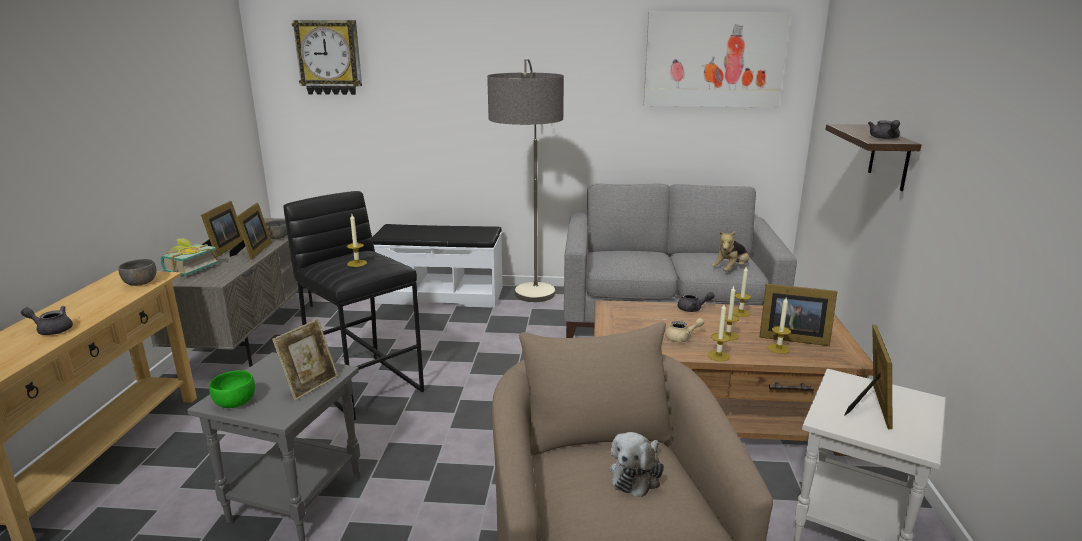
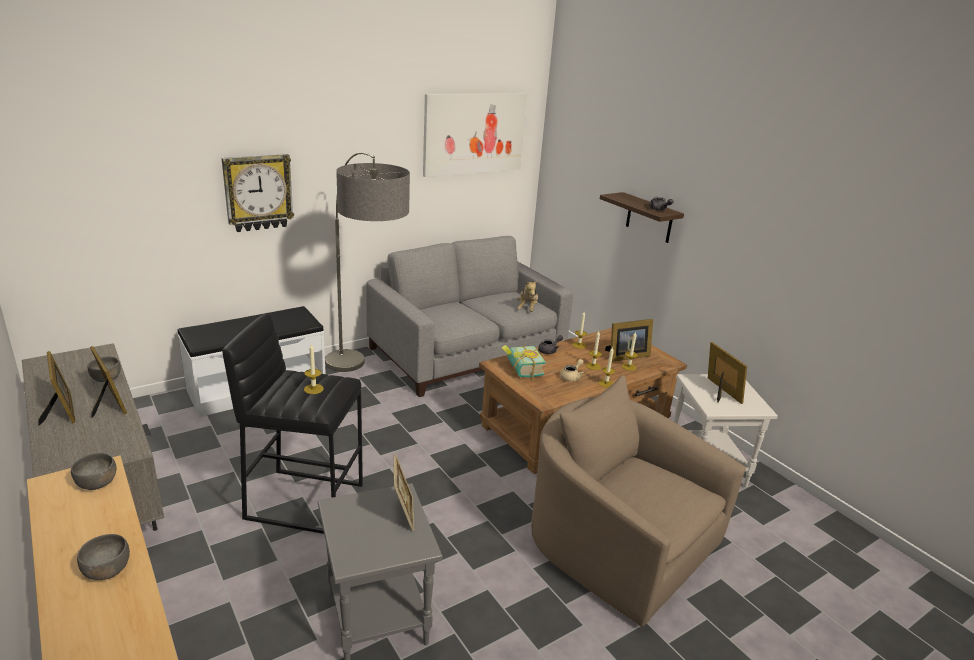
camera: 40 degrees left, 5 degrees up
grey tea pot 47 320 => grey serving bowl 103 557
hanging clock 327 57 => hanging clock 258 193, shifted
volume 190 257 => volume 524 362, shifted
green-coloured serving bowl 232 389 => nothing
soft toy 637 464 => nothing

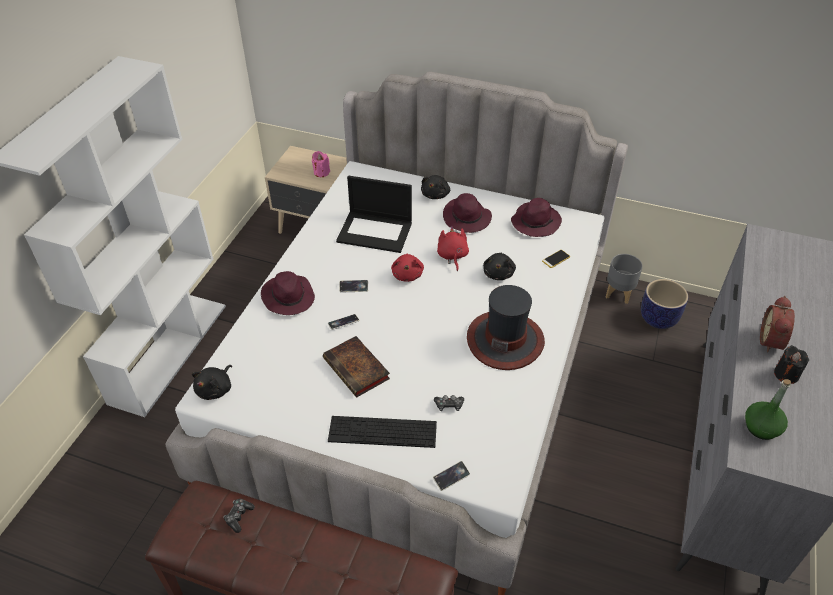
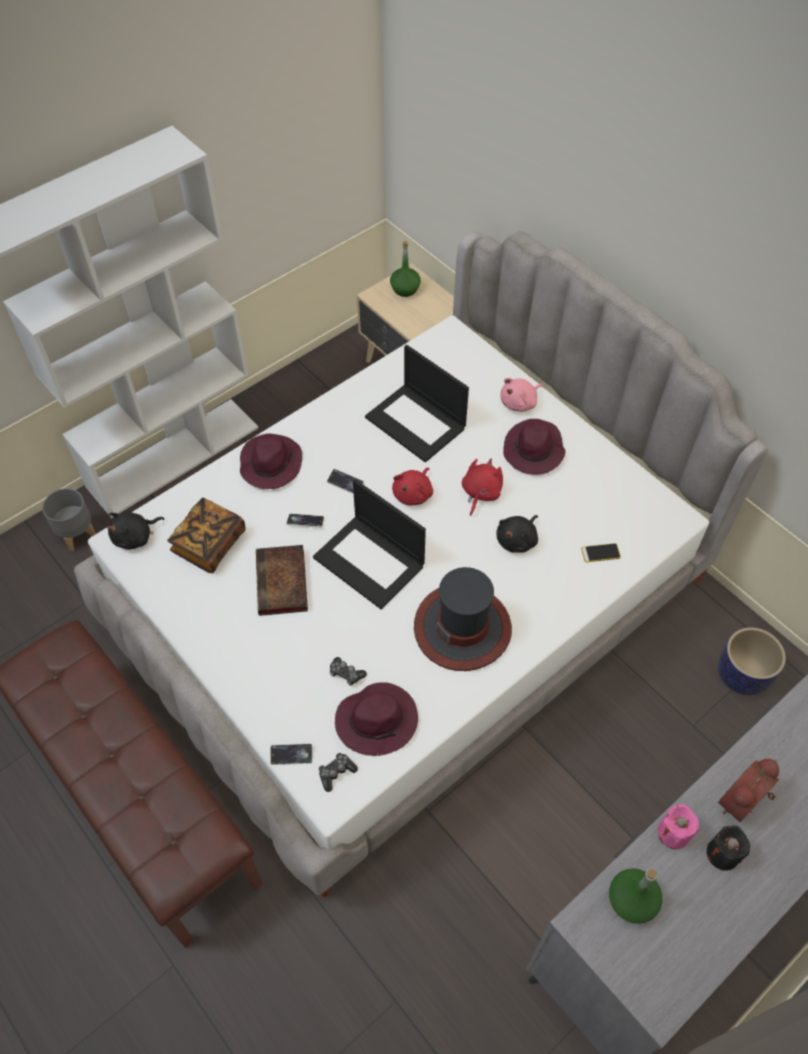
camera: 30 degrees right, 10 degrees up
grey planter 624 279 => grey planter 69 519, shifted
nothing => volume 206 535
nothing => laptop 369 544
joypad 239 516 => joypad 338 772, shifted
purplish hat 536 217 => purplish hat 376 719, shifted
nothing => green-coloured bottle 405 269
black-coloured soft toy 435 187 => pinkish soft toy 521 395
pinkish wax candle 321 164 => pinkish wax candle 678 826, shifted
keyboard 382 432 => nothing

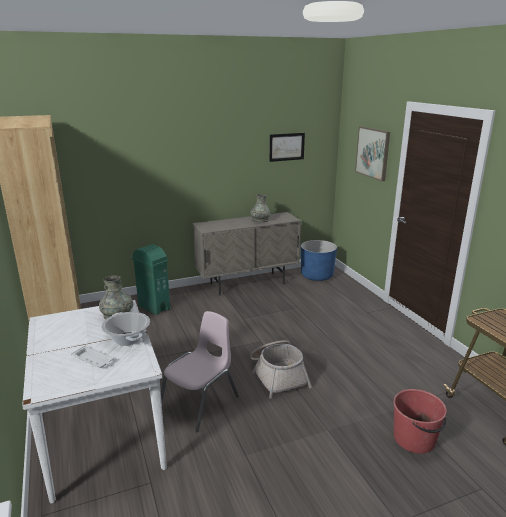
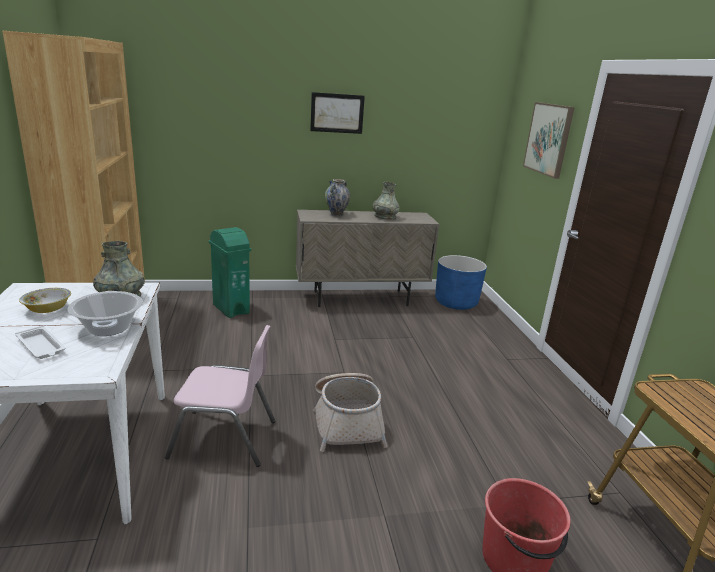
camera: 10 degrees right, 0 degrees up
nothing => serving bowl 45 300
pinkish plain chair 200 371 => pinkish plain chair 220 396, 45 degrees clockwise
wall picture 287 147 => wall picture 337 113, shifted
nothing => flower vase 337 197

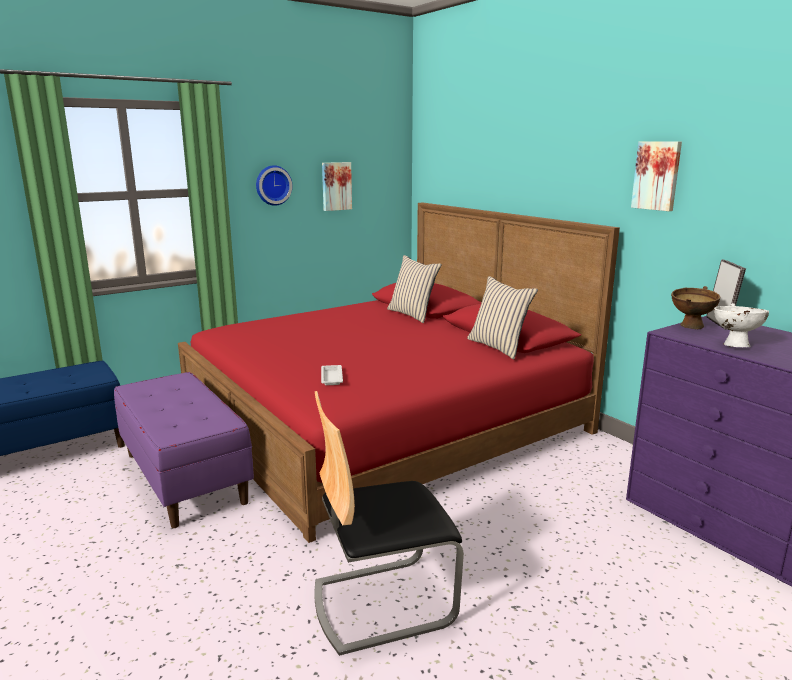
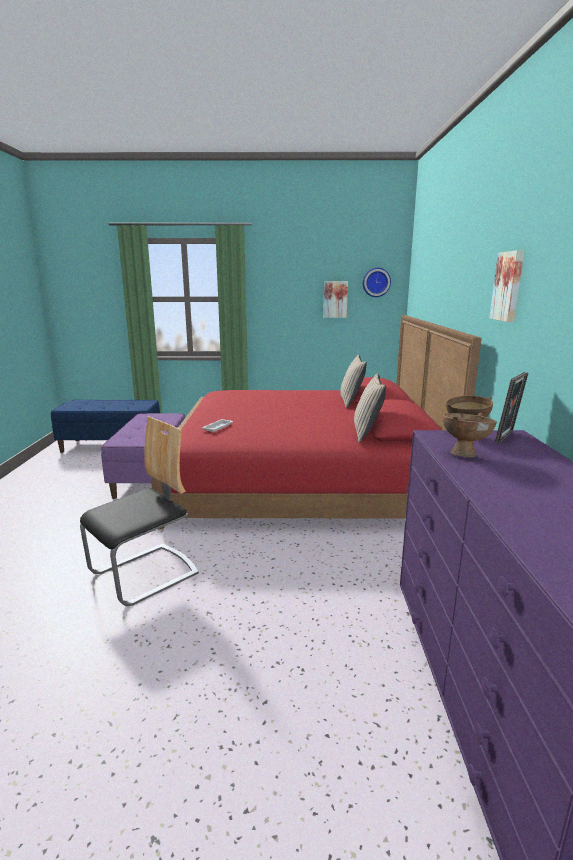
camera: 35 degrees right, 0 degrees up
plain chair 389 523 => plain chair 139 511, 120 degrees clockwise
hanging clock 274 185 => hanging clock 377 282, shifted
whitish serving bowl 741 325 => brown serving bowl 470 435

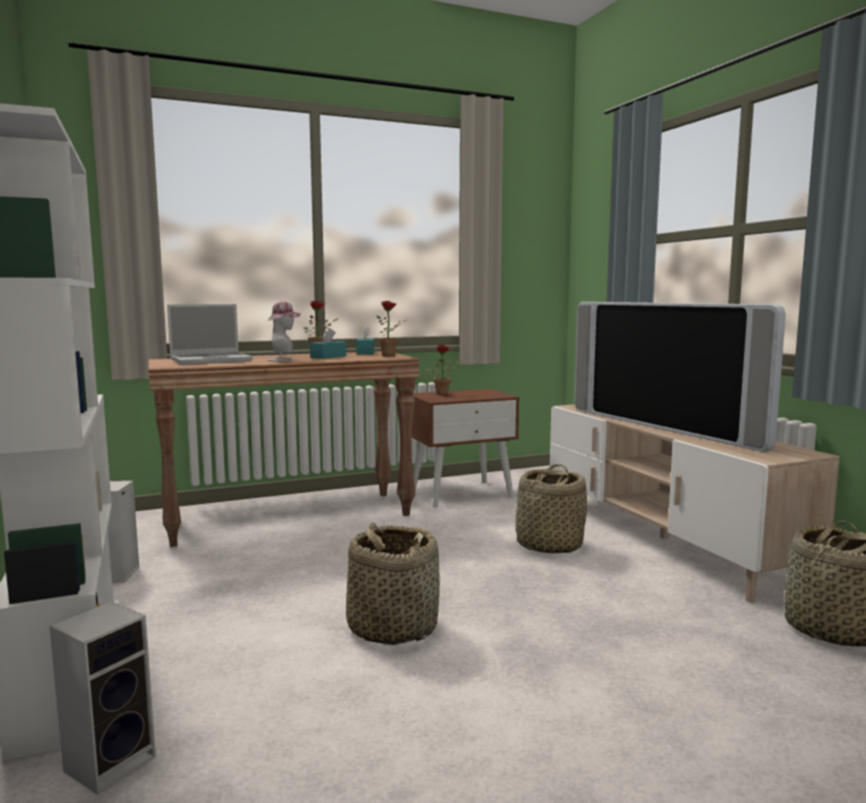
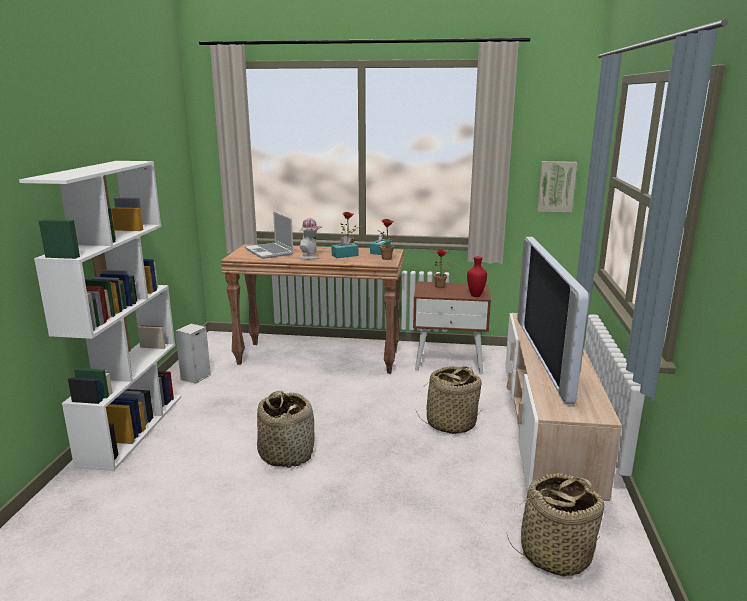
camera: 30 degrees right, 10 degrees up
laptop 210 334 => laptop 269 235, 60 degrees clockwise
nothing => reddish flower vase 477 276
nothing => wall picture 557 186
loudspeaker 102 698 => nothing

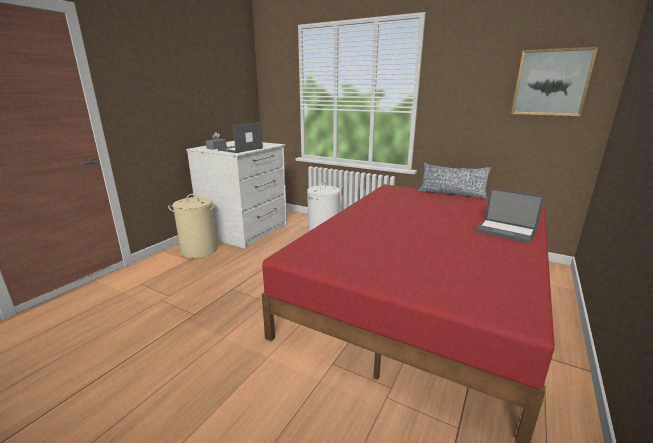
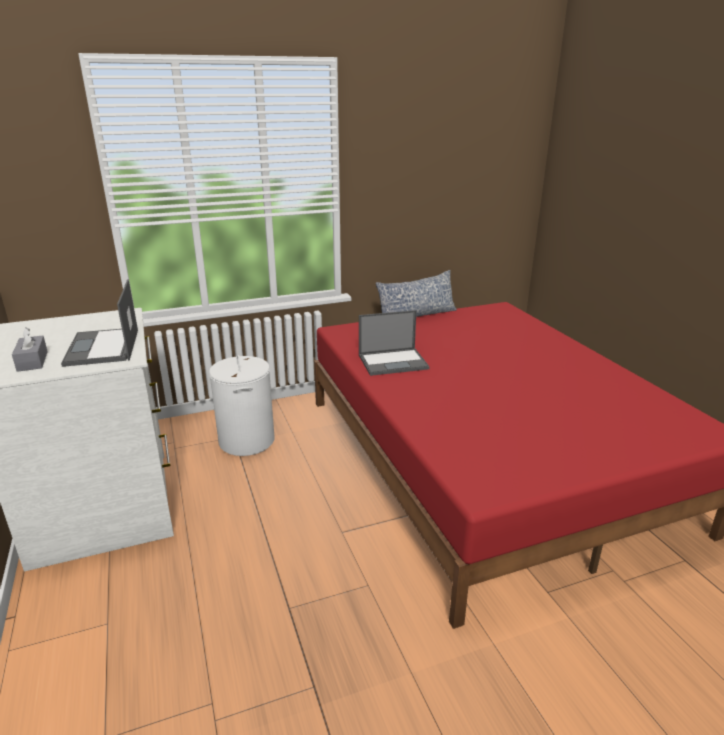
camera: 50 degrees left, 5 degrees up
laptop 509 216 => laptop 394 343, shifted
beige washing basket 192 226 => nothing
wall picture 554 81 => nothing

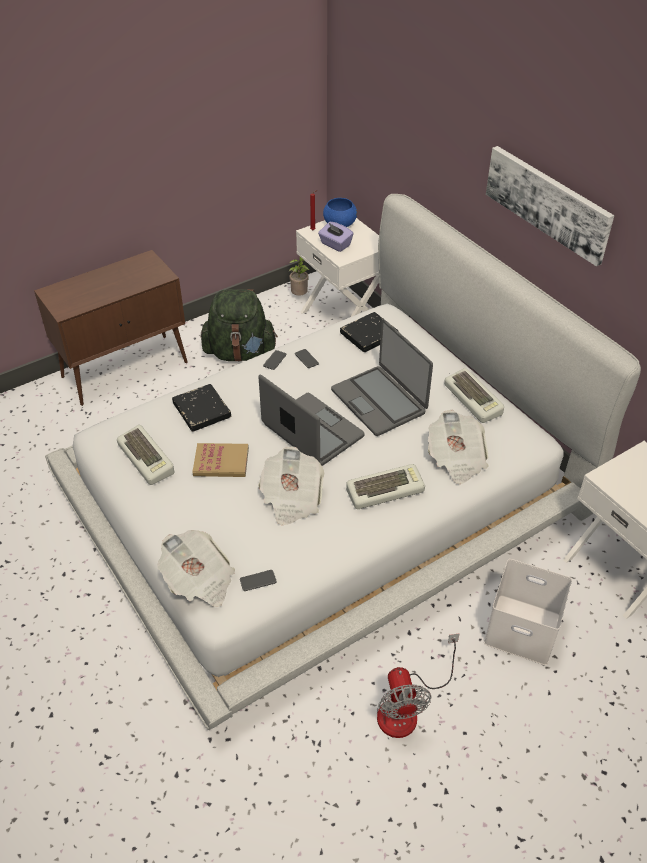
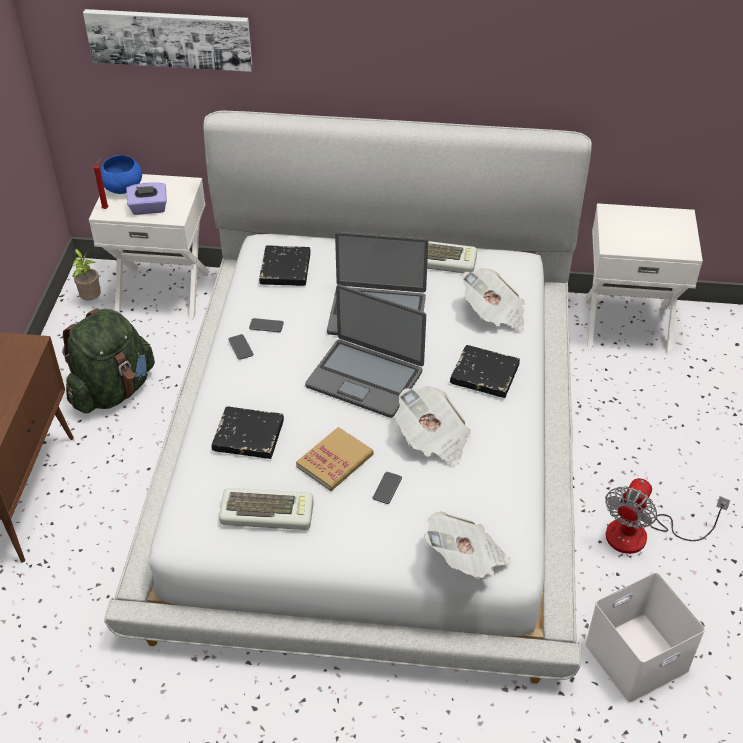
camera: 50 degrees left, 0 degrees up
wall picture 550 206 => wall picture 168 40, shifted
laptop 311 420 => laptop 365 351, 150 degrees counterclockwise
phone 258 580 => phone 387 488, shifted
keyboard 385 486 => black-coloured volume 485 371
whitish storage box 528 612 => whitish storage box 645 637, shifted
fan 418 685 => fan 667 516, 90 degrees clockwise

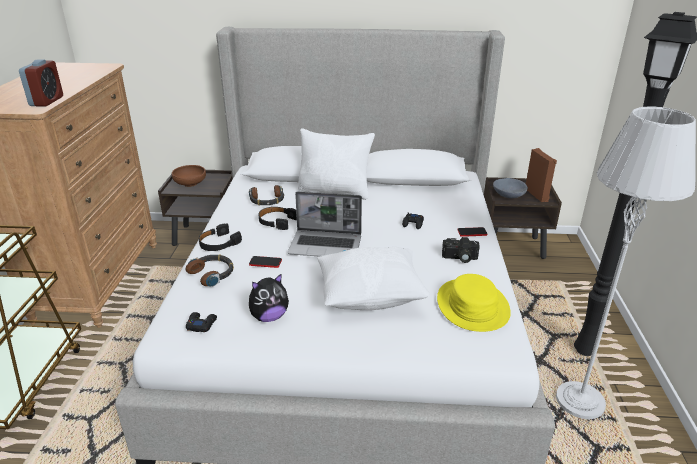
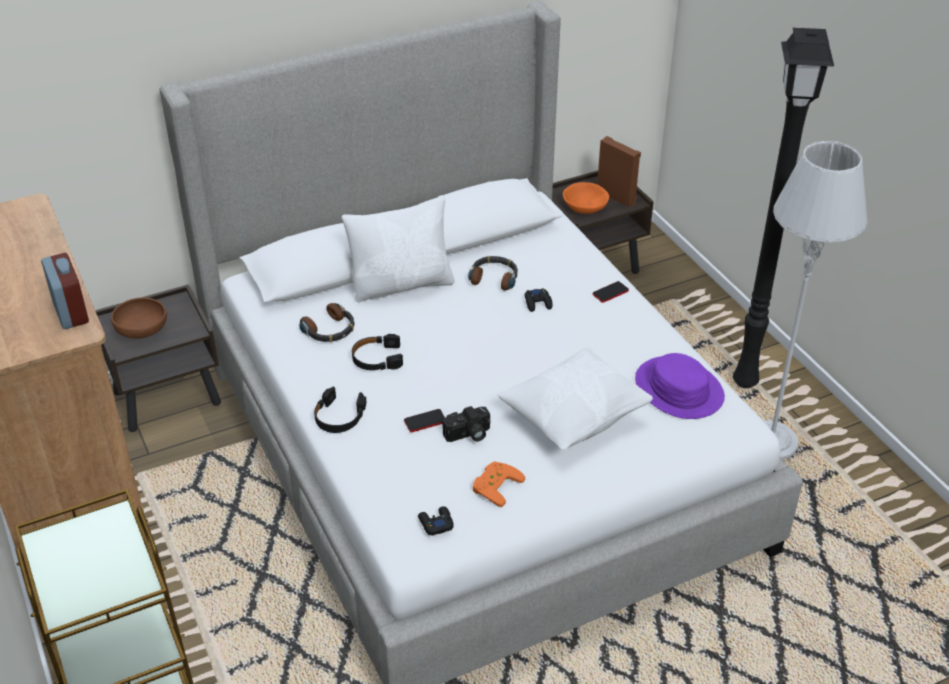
camera: 30 degrees left, 10 degrees up
photo camera 461 250 => photo camera 466 424, shifted
headset 210 270 => headset 493 273, shifted
soft toy 269 298 => orange-coloured joypad 499 484
grey serving bowl 510 188 => orange-coloured serving bowl 586 198
yellow hat 474 303 => purplish hat 680 386
laptop 325 223 => nothing

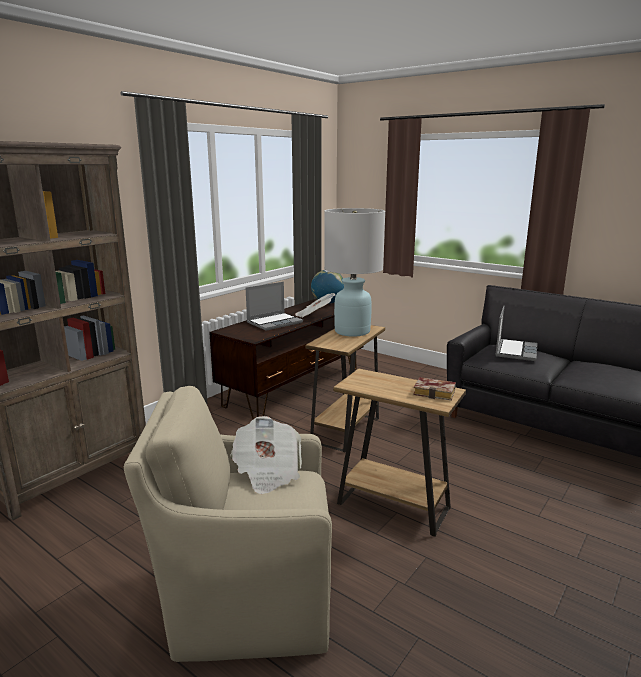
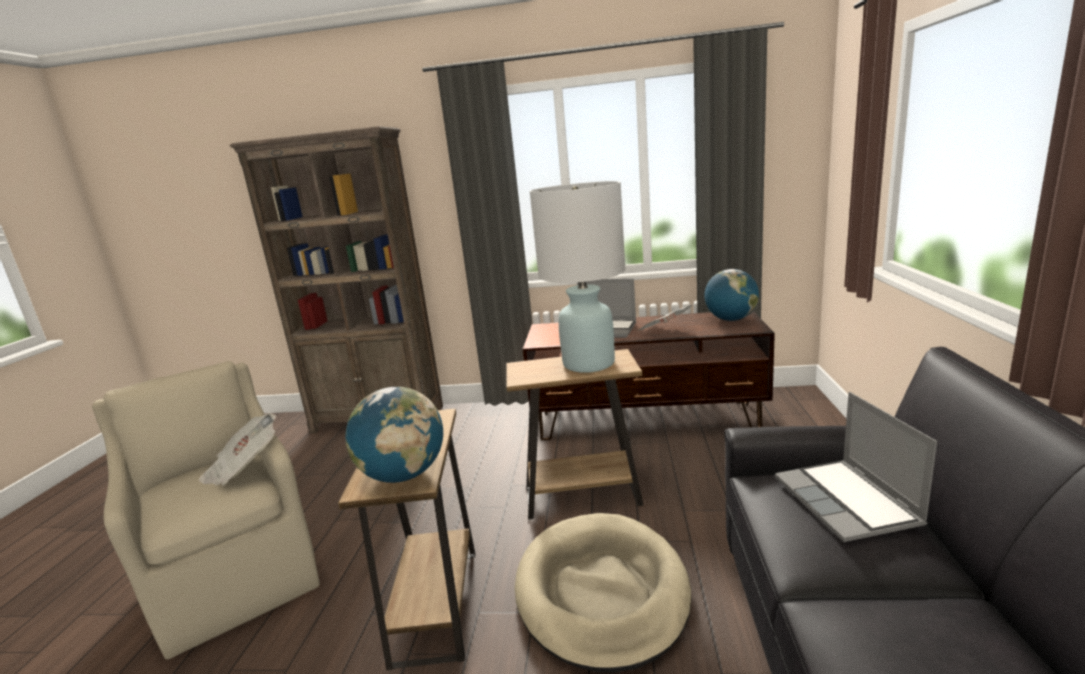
camera: 60 degrees right, 0 degrees up
volume 434 389 => globe 394 435
nothing => beige dog bed 603 593
laptop 516 333 => laptop 856 467, 90 degrees clockwise

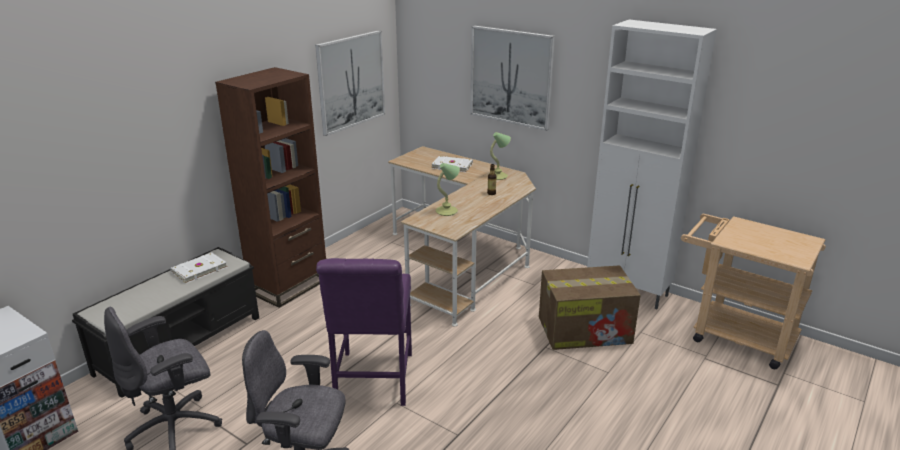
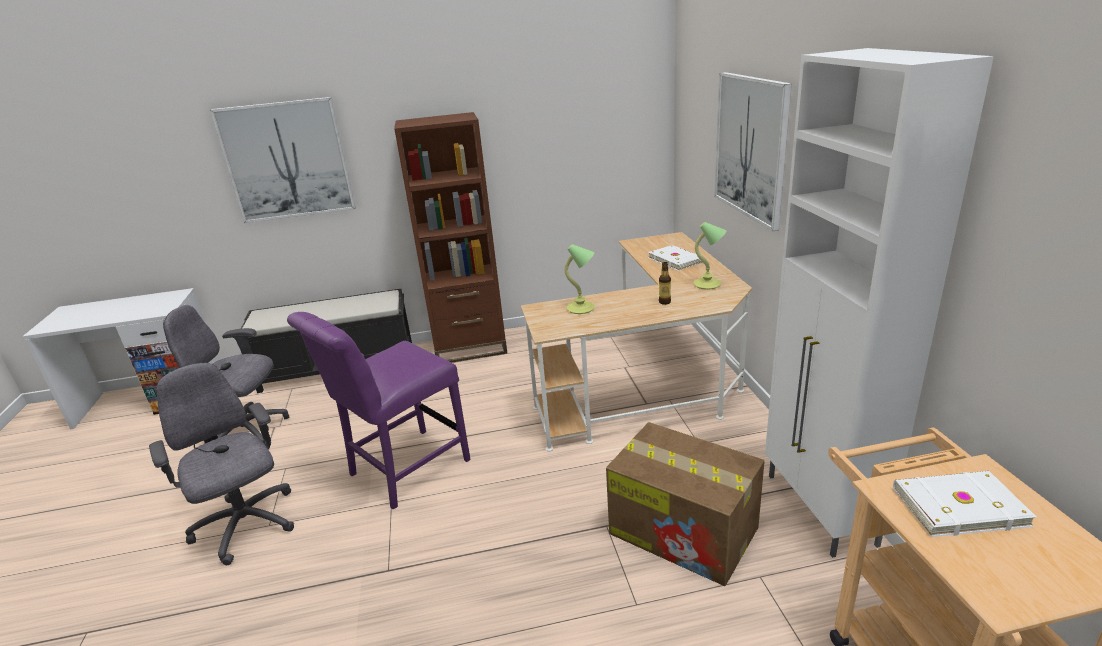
camera: 45 degrees right, 0 degrees up
wall picture 350 83 => wall picture 283 160, shifted
whitish volume 198 268 => whitish volume 964 504, shifted

